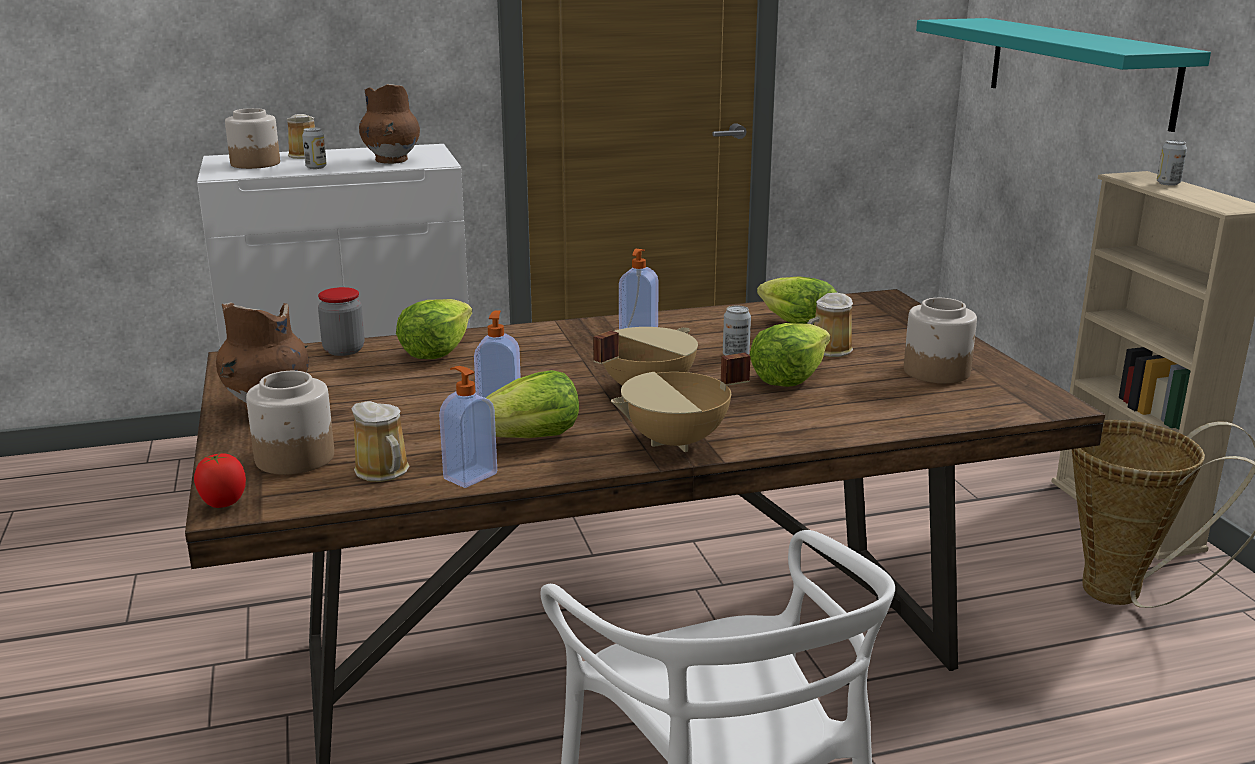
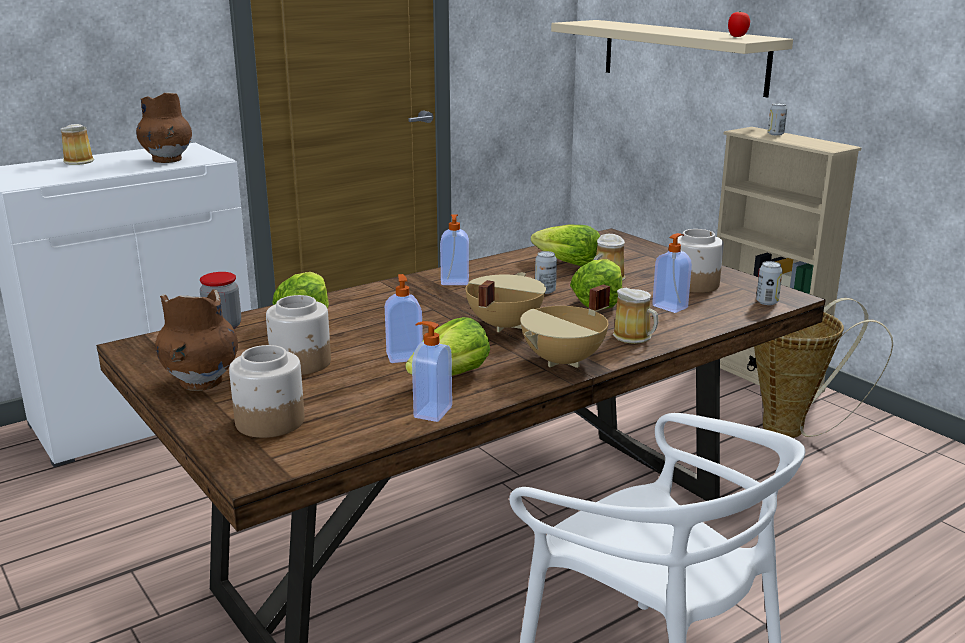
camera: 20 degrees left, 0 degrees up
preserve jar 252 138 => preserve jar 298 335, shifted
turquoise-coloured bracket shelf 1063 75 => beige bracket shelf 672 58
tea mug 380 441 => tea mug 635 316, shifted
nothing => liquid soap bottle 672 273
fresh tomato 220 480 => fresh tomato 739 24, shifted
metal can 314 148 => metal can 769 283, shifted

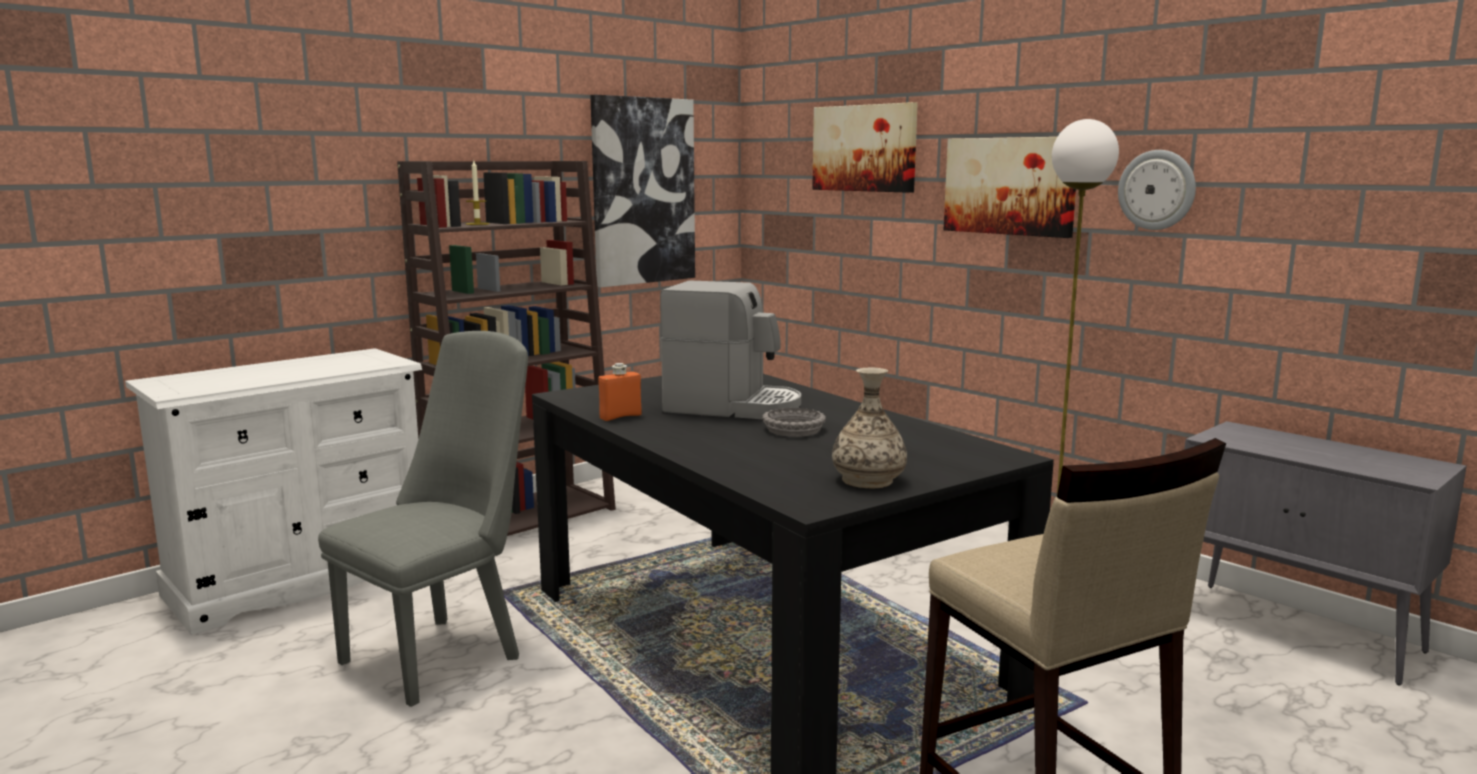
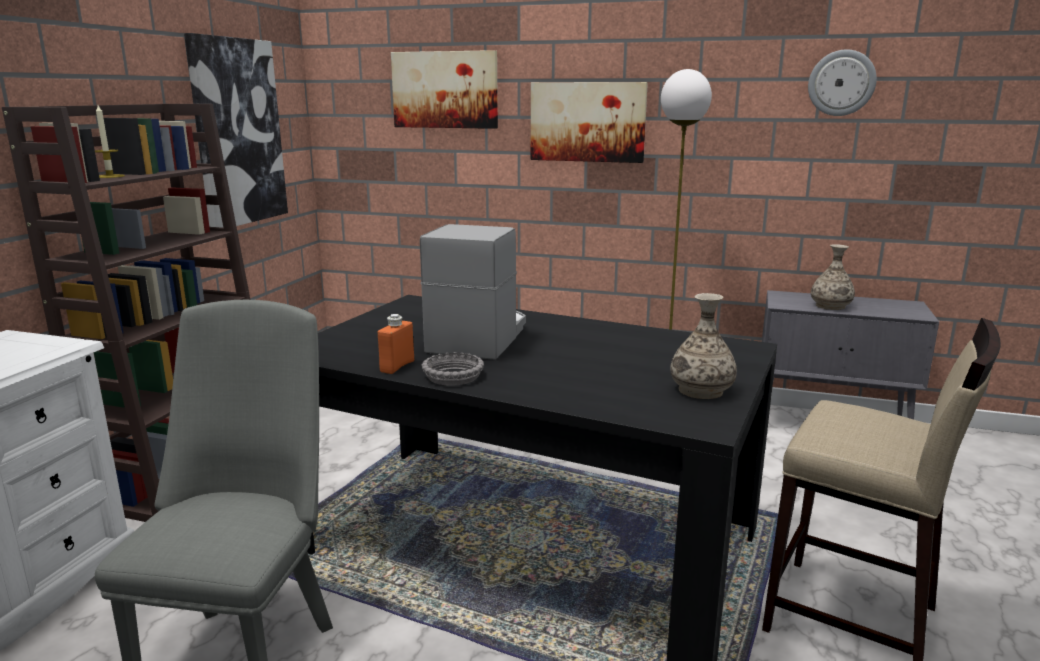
camera: 30 degrees left, 5 degrees up
coffee brewer 730 349 => coffee brewer 473 292, 60 degrees counterclockwise
grey serving bowl 794 422 => grey serving bowl 452 369, shifted
hanging clock 1157 190 => hanging clock 842 82, shifted
nothing => flower vase 833 277

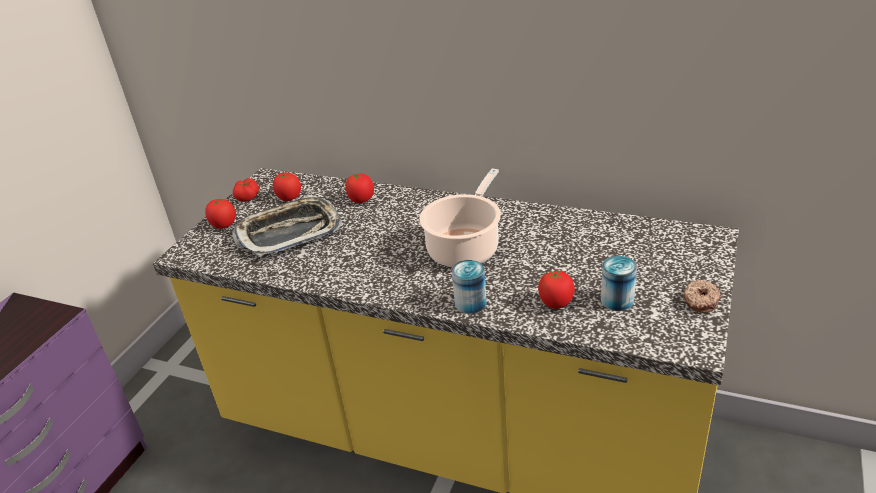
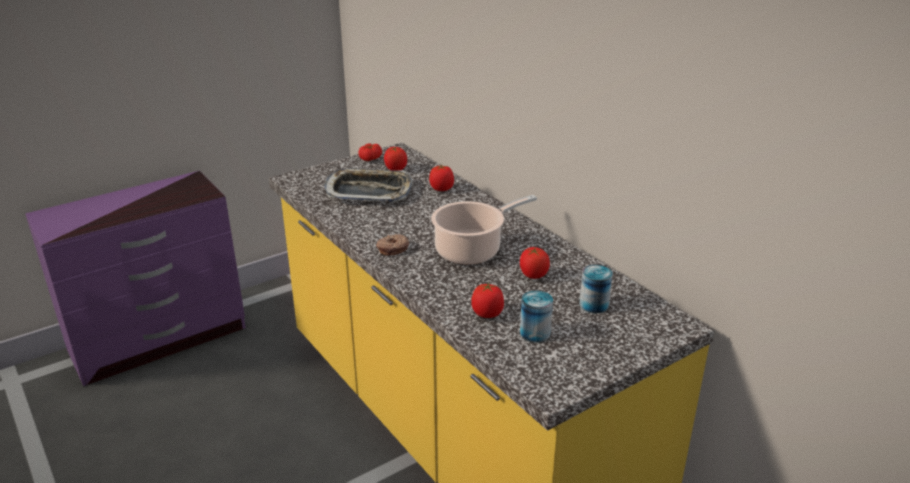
camera: 30 degrees right, 5 degrees down
donut 702 296 => donut 392 245, shifted
fresh tomato 220 214 => fresh tomato 535 263, shifted
metal can 469 287 => metal can 596 288, shifted

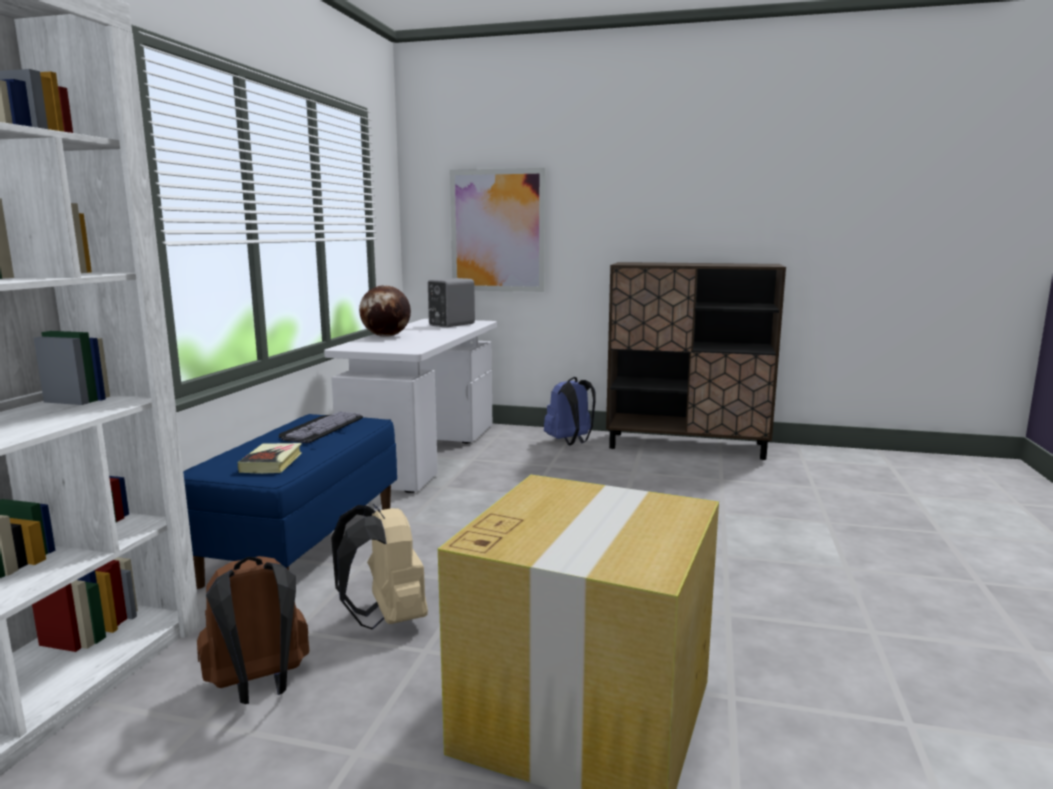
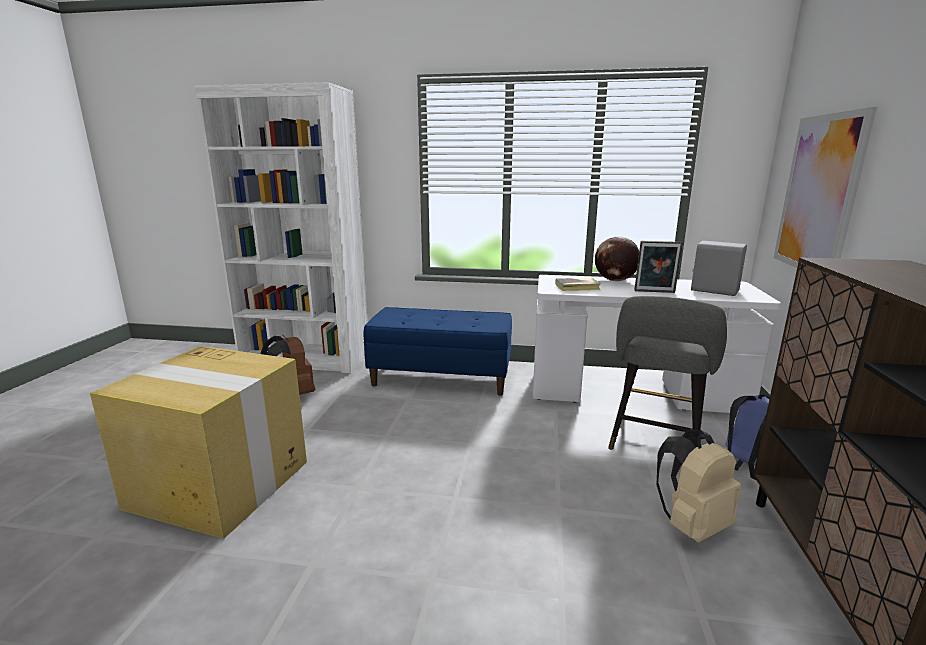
camera: 85 degrees right, 5 degrees up
volume 269 458 => volume 578 284, shifted
nothing => grey sitting stool 667 373
nothing => photo frame 658 267
beige rucksack 379 567 => beige rucksack 698 486, shifted
keyboard 321 427 => nothing

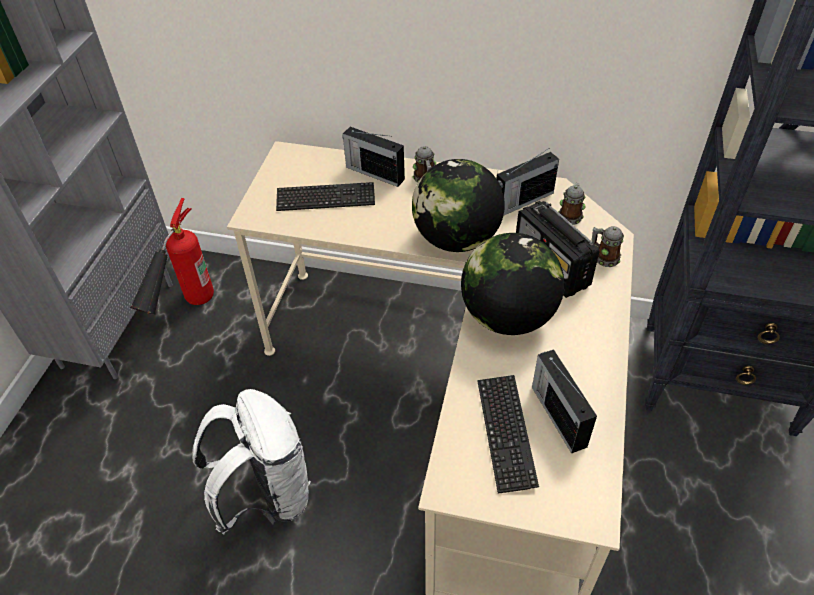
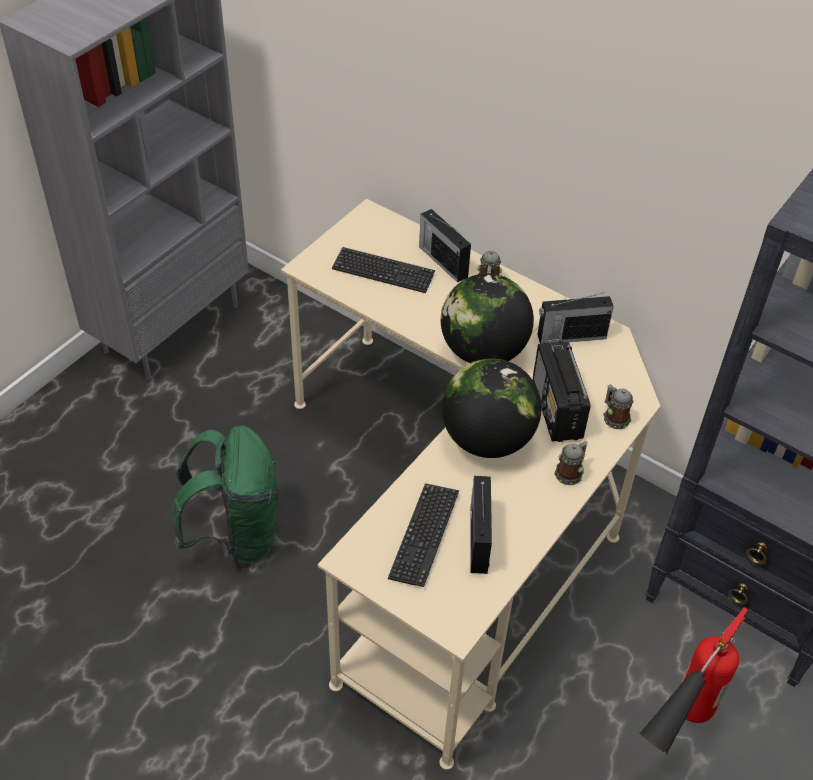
camera: 20 degrees right, 0 degrees up
whitish rucksack 251 462 => green-coloured rucksack 225 495
tea mug 572 204 => tea mug 571 463, shifted
fire extinguisher 172 256 => fire extinguisher 693 680, shifted

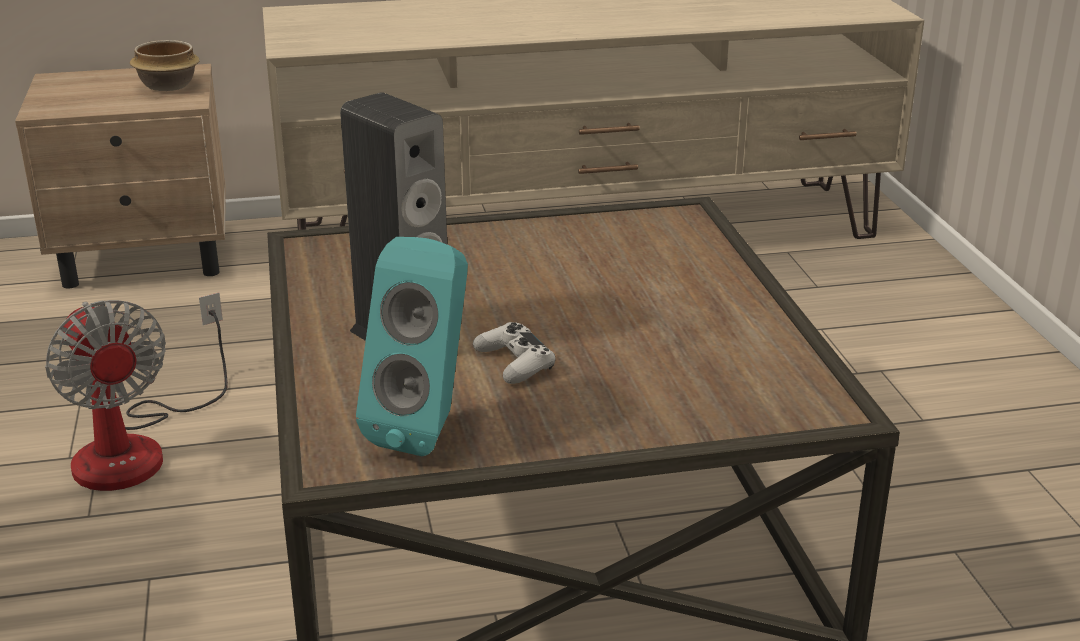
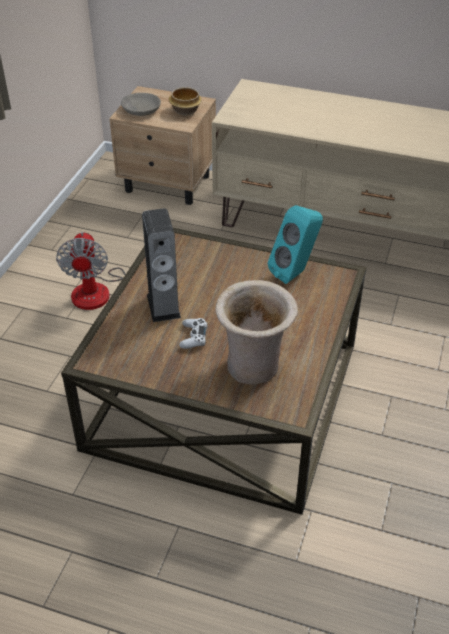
camera: 30 degrees right, 15 degrees up
nothing => grey serving bowl 141 104
nothing => beige flower vase 256 332
turquoise-coloured loudspeaker 412 346 => turquoise-coloured loudspeaker 295 244, shifted

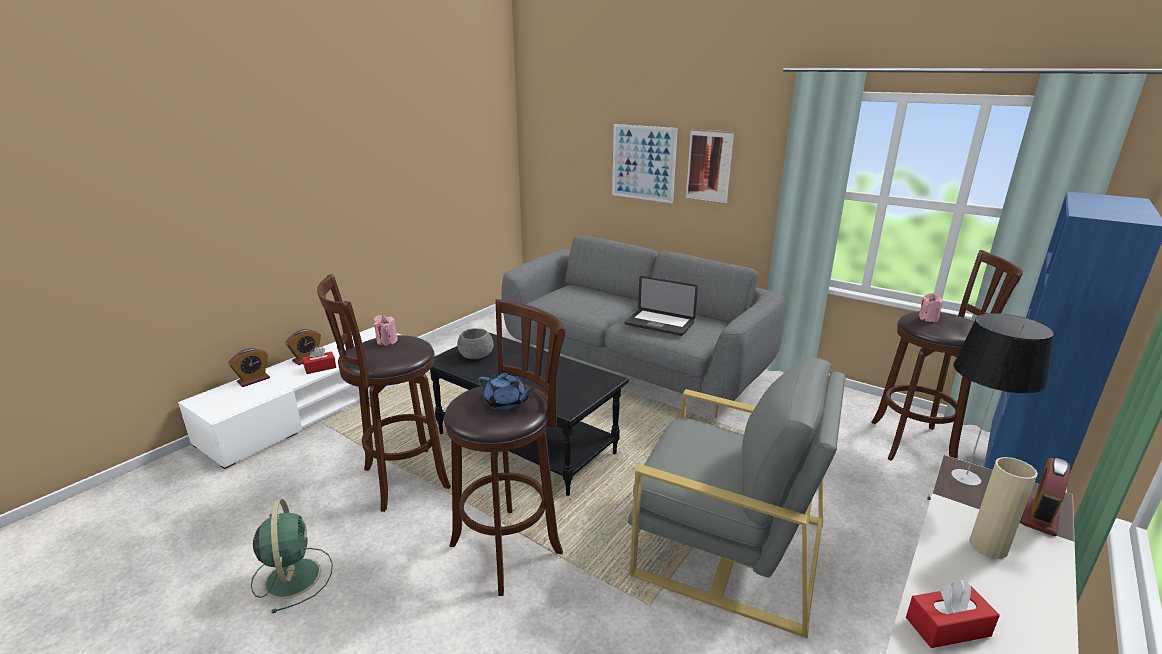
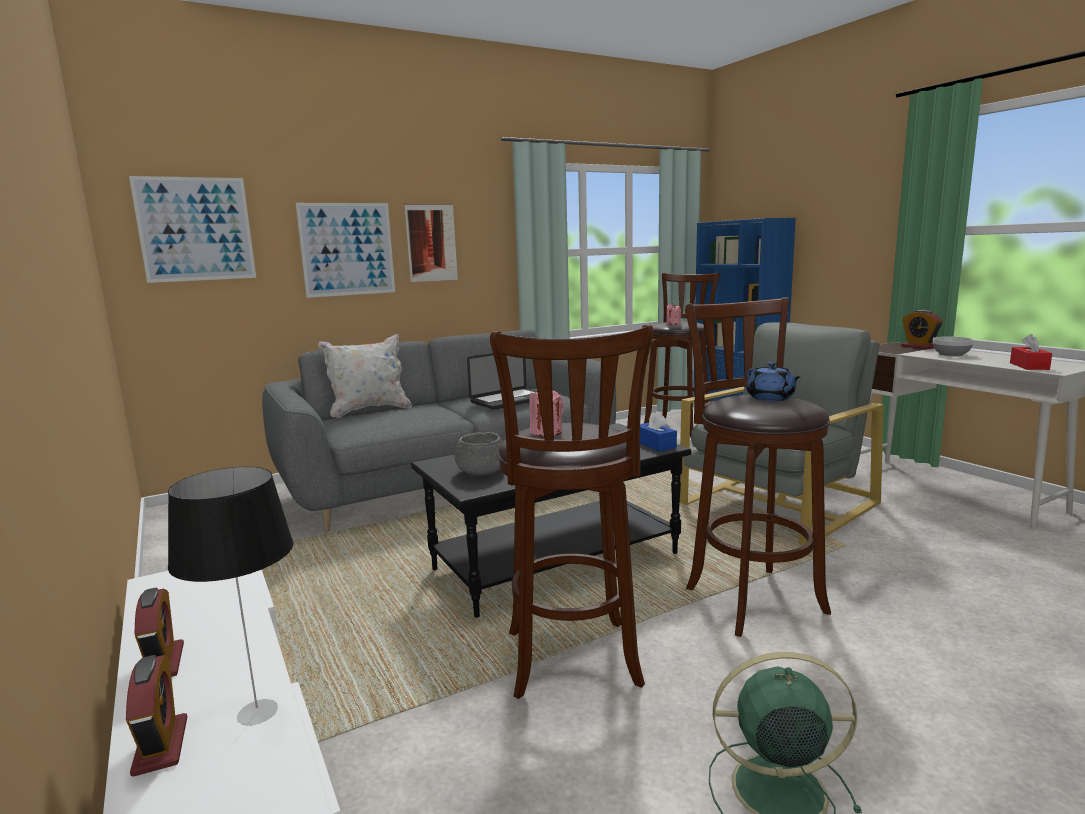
camera: 65 degrees left, 10 degrees down
nothing => wall picture 192 229
tabletop lamp 1002 399 => tabletop lamp 230 596, shifted
nothing => whitish cushion 365 376
nothing => blue-coloured box of tissues 658 431
blue-coloured tea pot 506 391 => blue-coloured tea pot 774 381, 105 degrees clockwise
beige flower vase 1003 508 => serving bowl 953 347
reddish box of tissues 319 360 => nothing

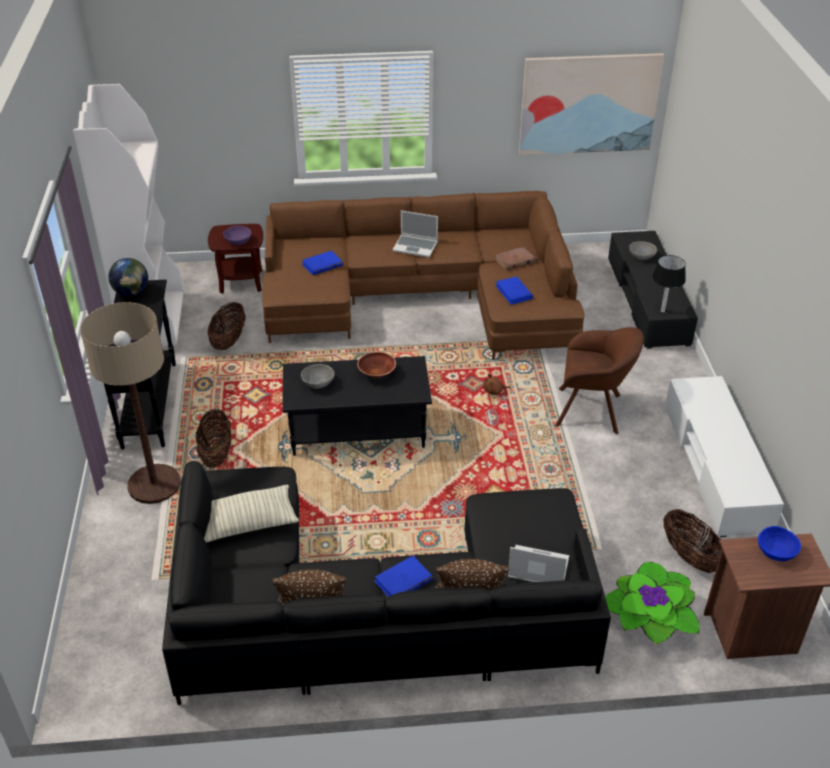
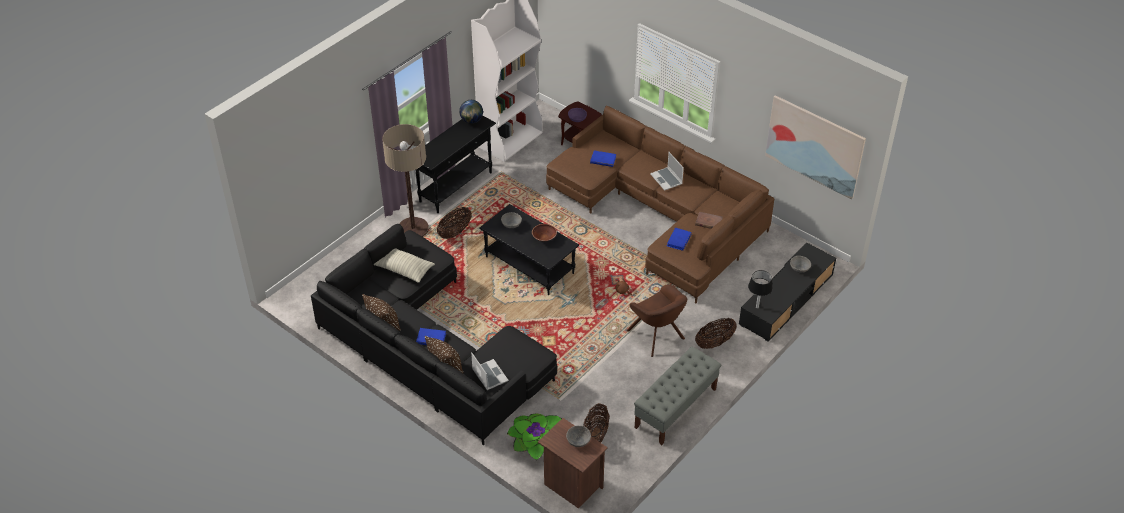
camera: 45 degrees right, 5 degrees up
blue-coloured serving bowl 779 543 => grey serving bowl 578 436
whitish tv unit 724 456 => grey long seat 677 396
basket 226 326 => basket 716 333, shifted

